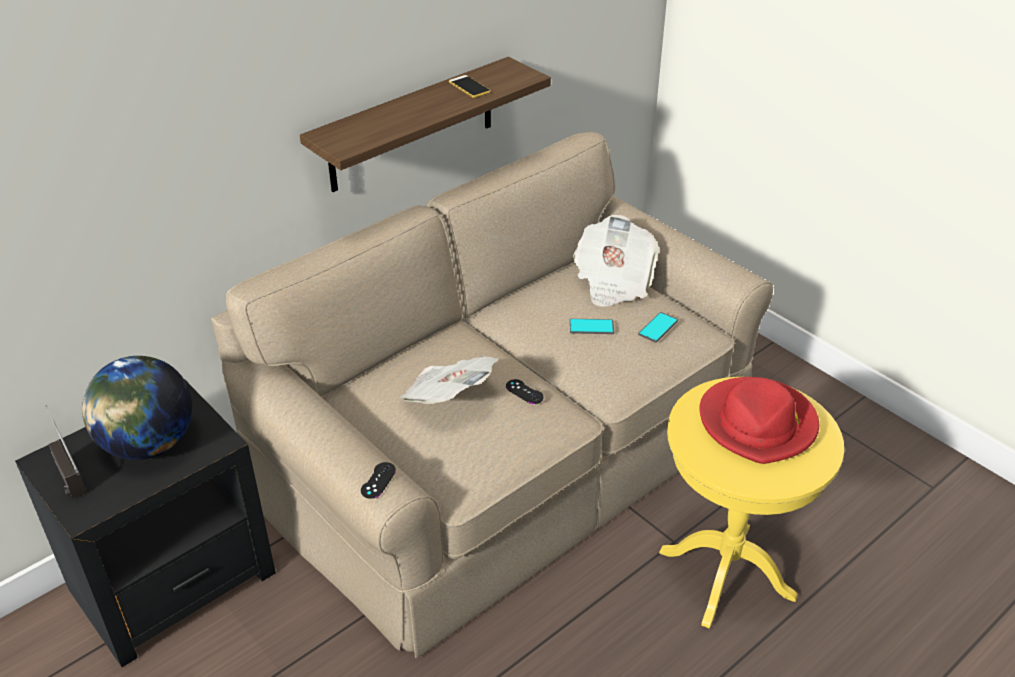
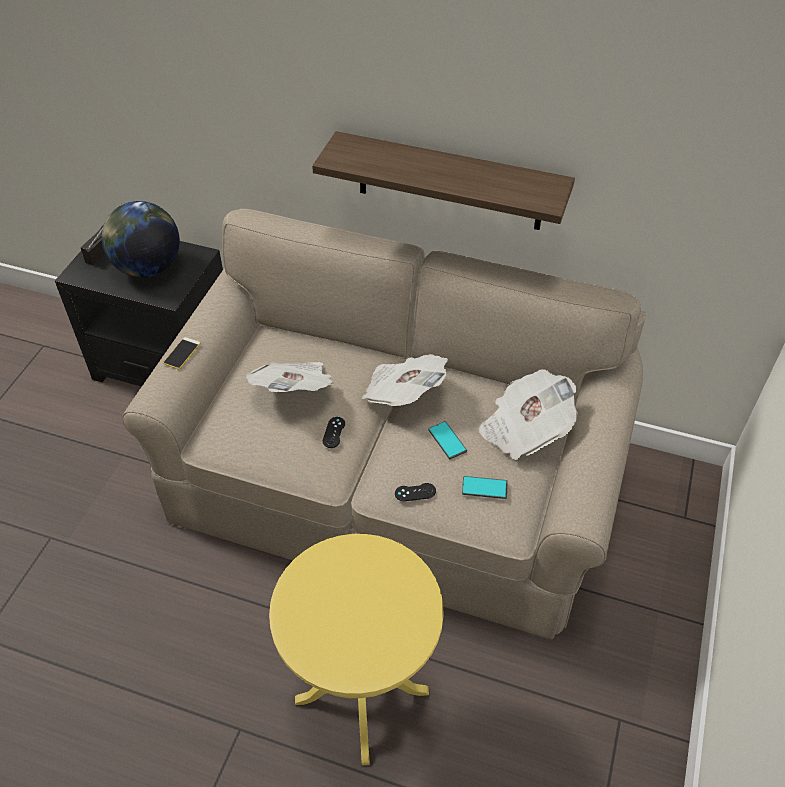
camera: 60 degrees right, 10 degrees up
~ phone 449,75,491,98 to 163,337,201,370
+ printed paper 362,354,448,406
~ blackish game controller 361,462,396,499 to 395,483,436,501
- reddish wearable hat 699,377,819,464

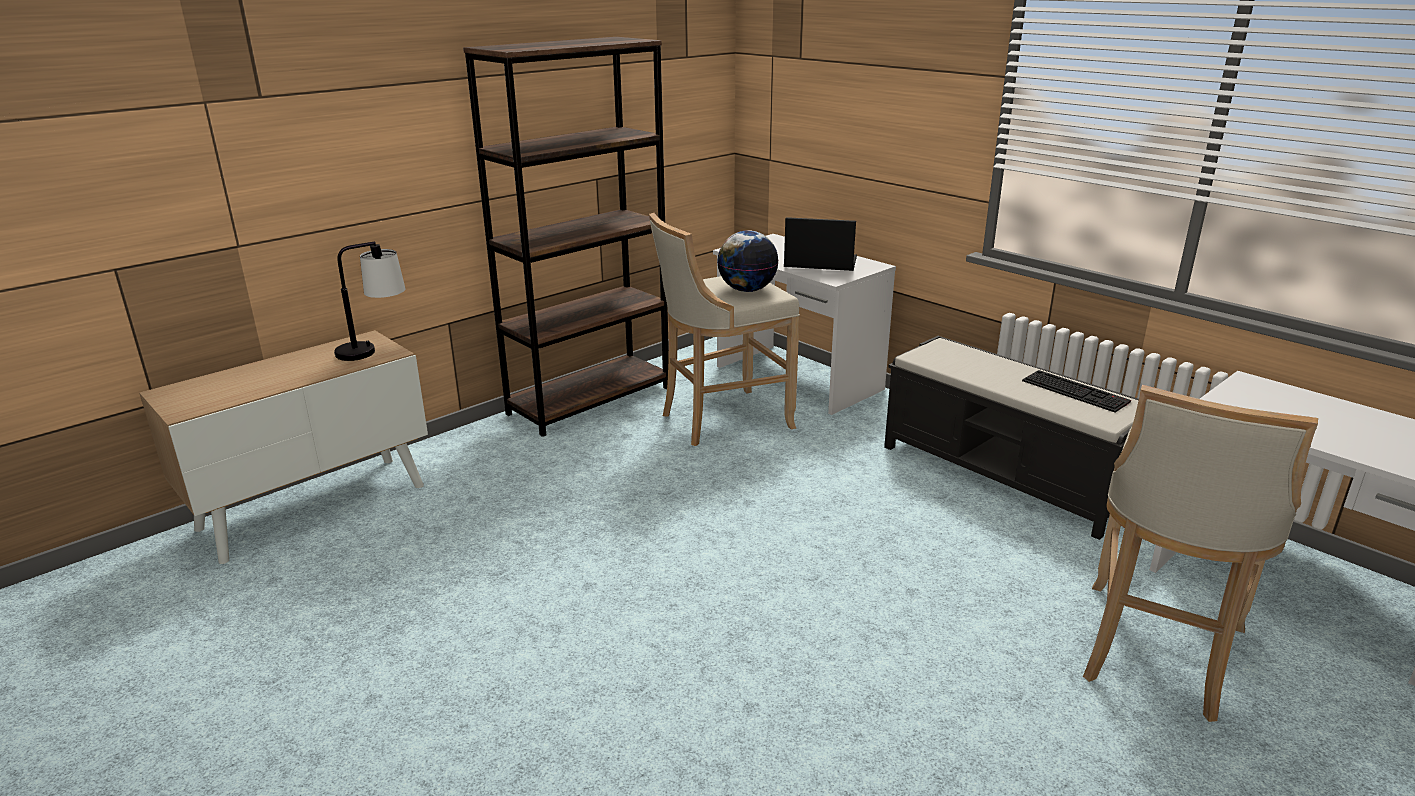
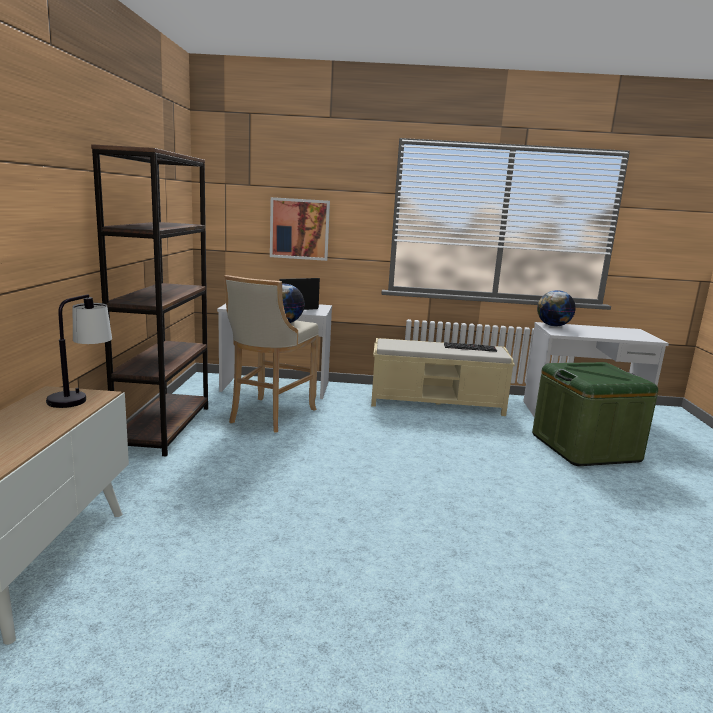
camera: 45 degrees left, 10 degrees down
+ wall art 270,197,330,261
~ blackish bench 884,336,1139,540 to beige-coloured bench 371,338,515,416
~ beige-coloured stool seat 1083,385,1318,722 to green-coloured storage container 532,362,658,466
+ desk globe 537,290,576,327

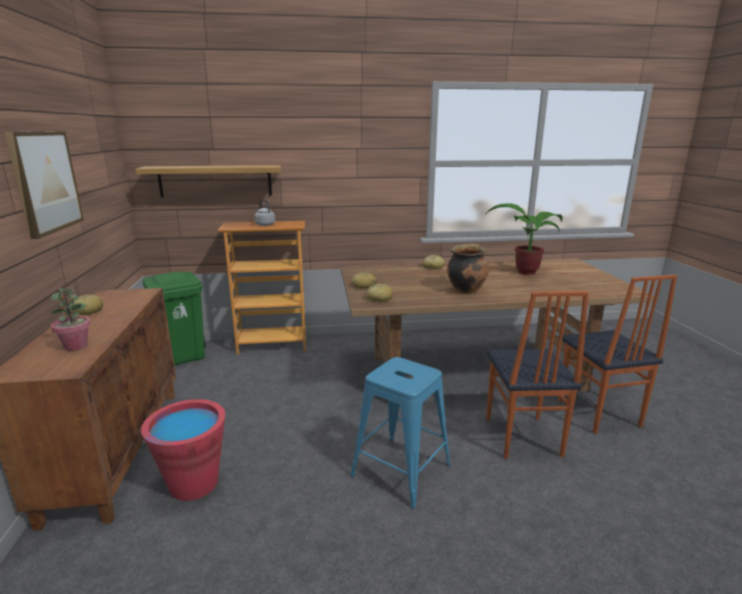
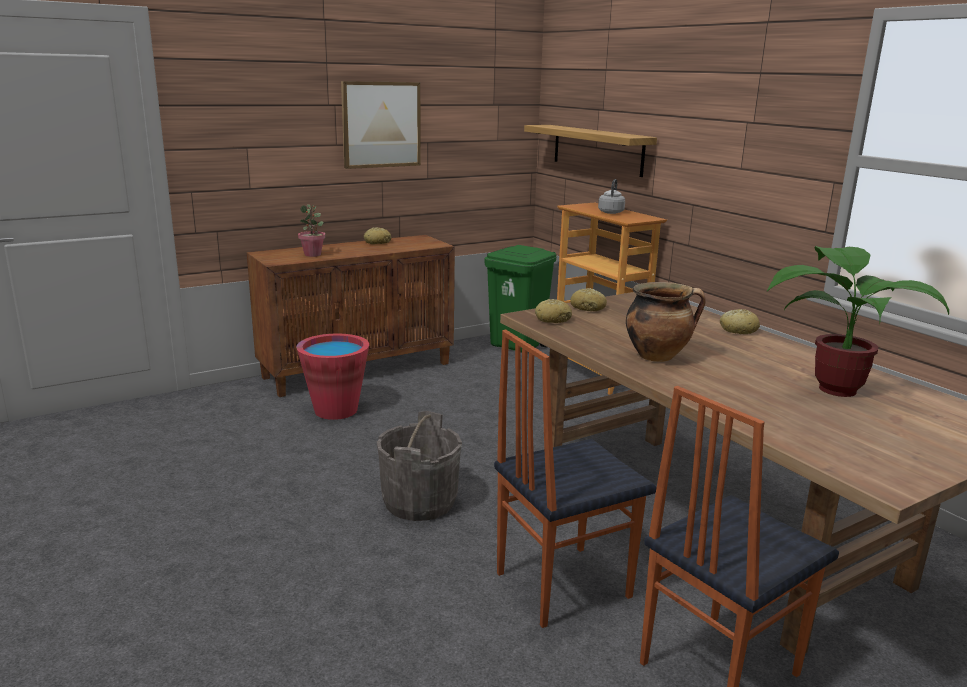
camera: 65 degrees right, 0 degrees up
~ blue-coloured stool seat 350,357,451,509 to grey water bucket 377,411,462,521

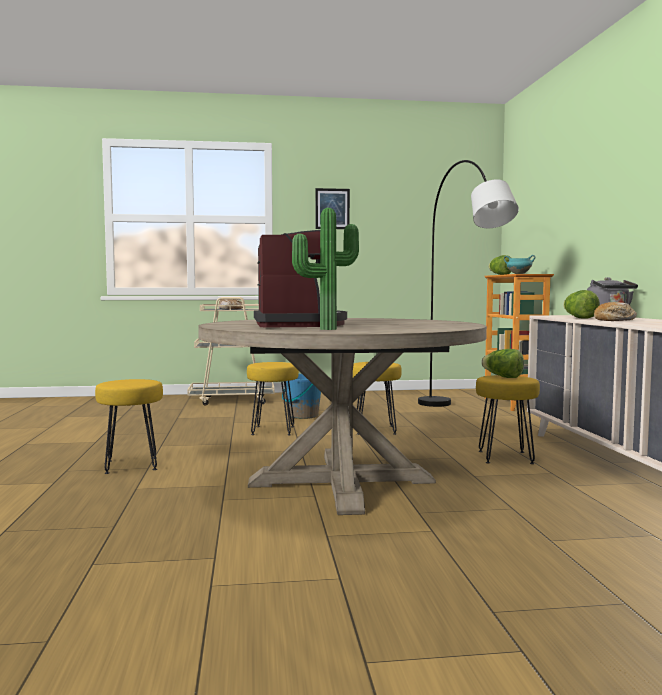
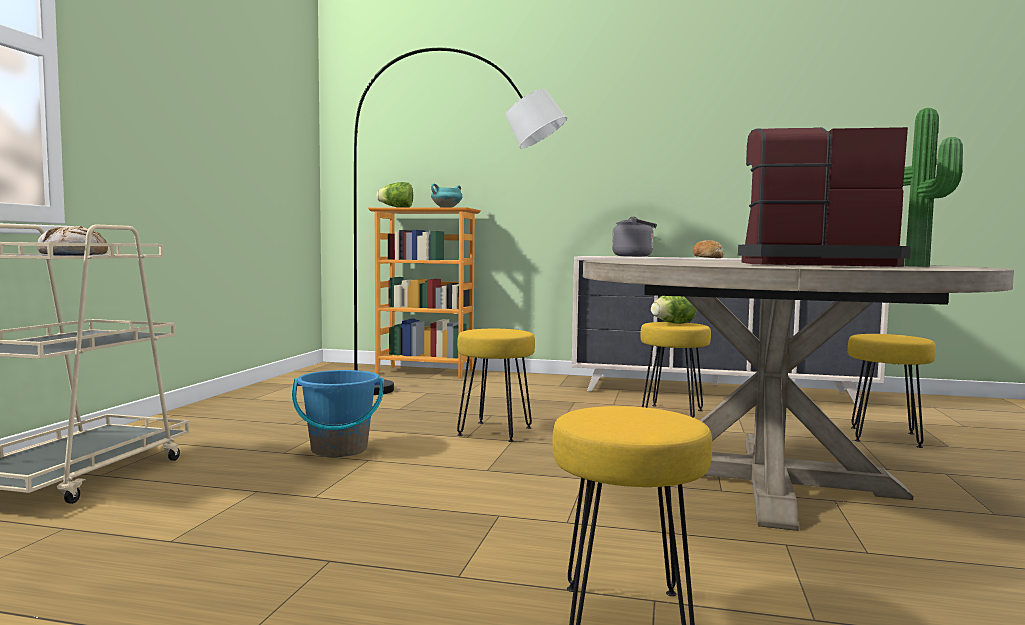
camera: 70 degrees left, 0 degrees up
~ yellowish stool seat 247,362,299,435 to 848,334,936,448
- wall art 315,188,350,229
- lettuce head 563,290,600,319

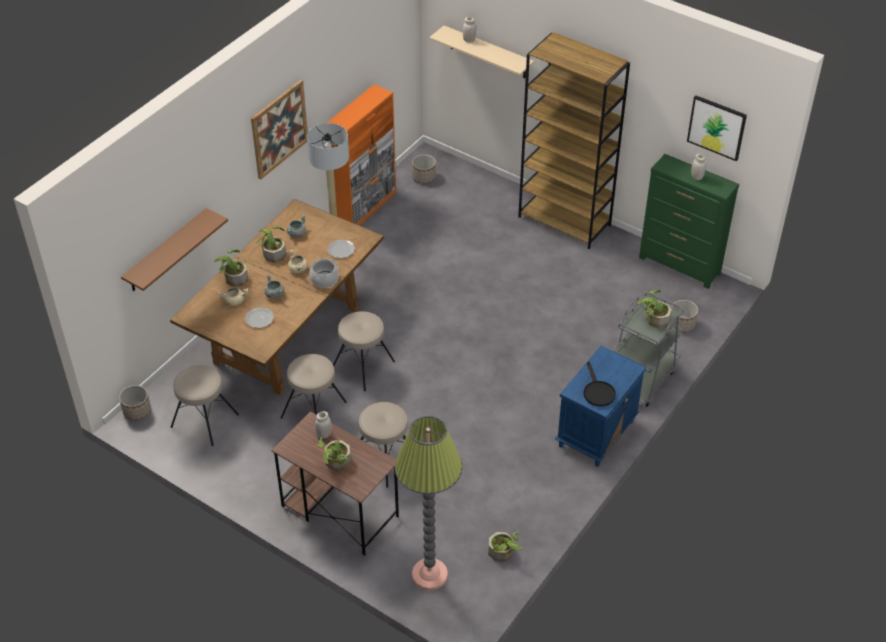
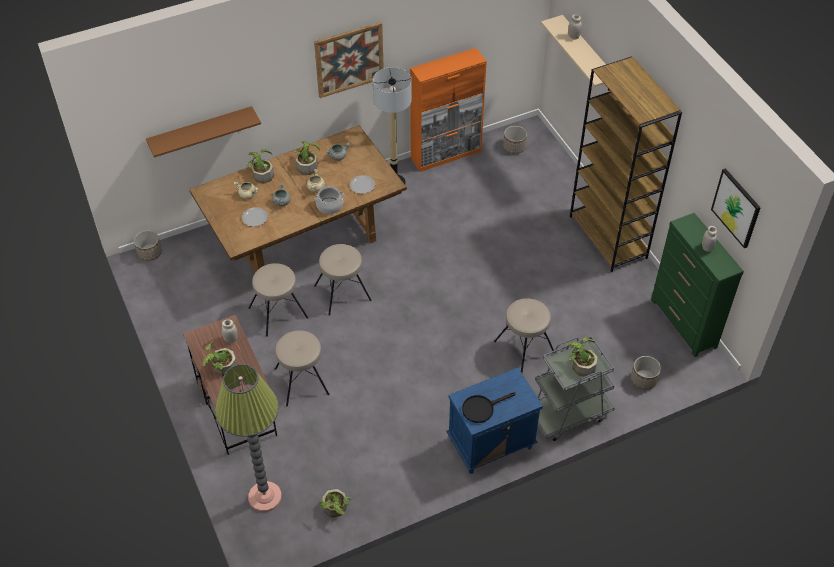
camera: 30 degrees right, 5 degrees up
~ blackish frying pan 584,361,616,406 = 462,392,516,423 45 degrees clockwise
~ beige-coloured stool seat 170,365,239,446 to 494,298,554,373

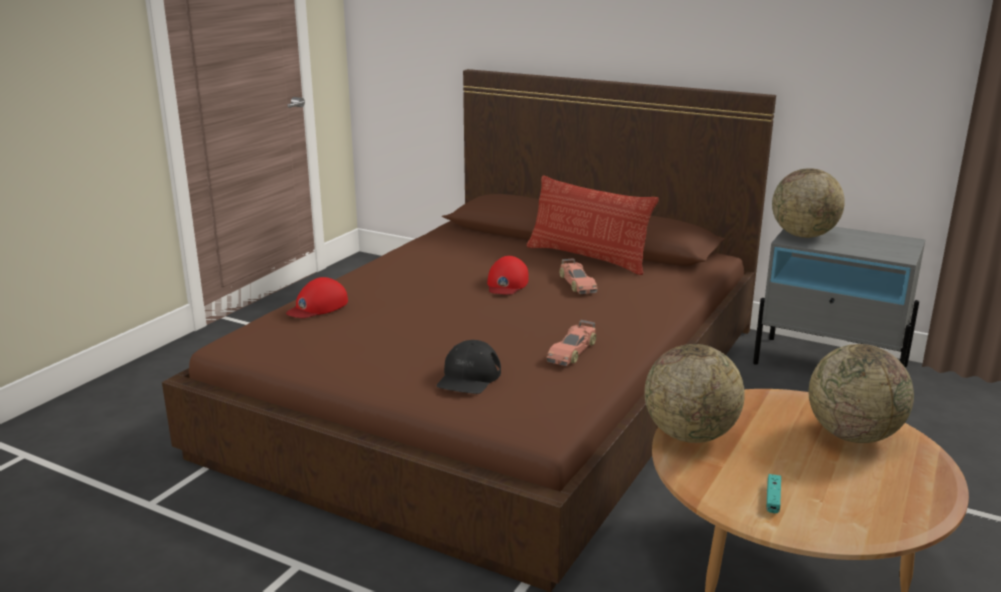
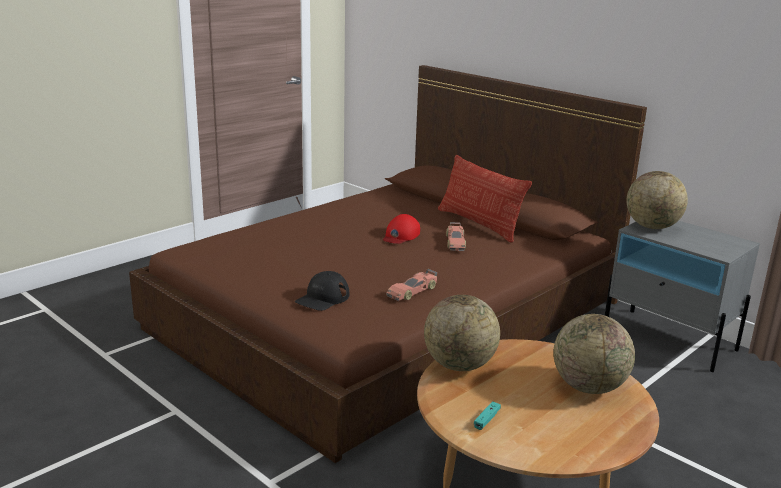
camera: 15 degrees right, 0 degrees up
- reddish cap 286,277,348,318

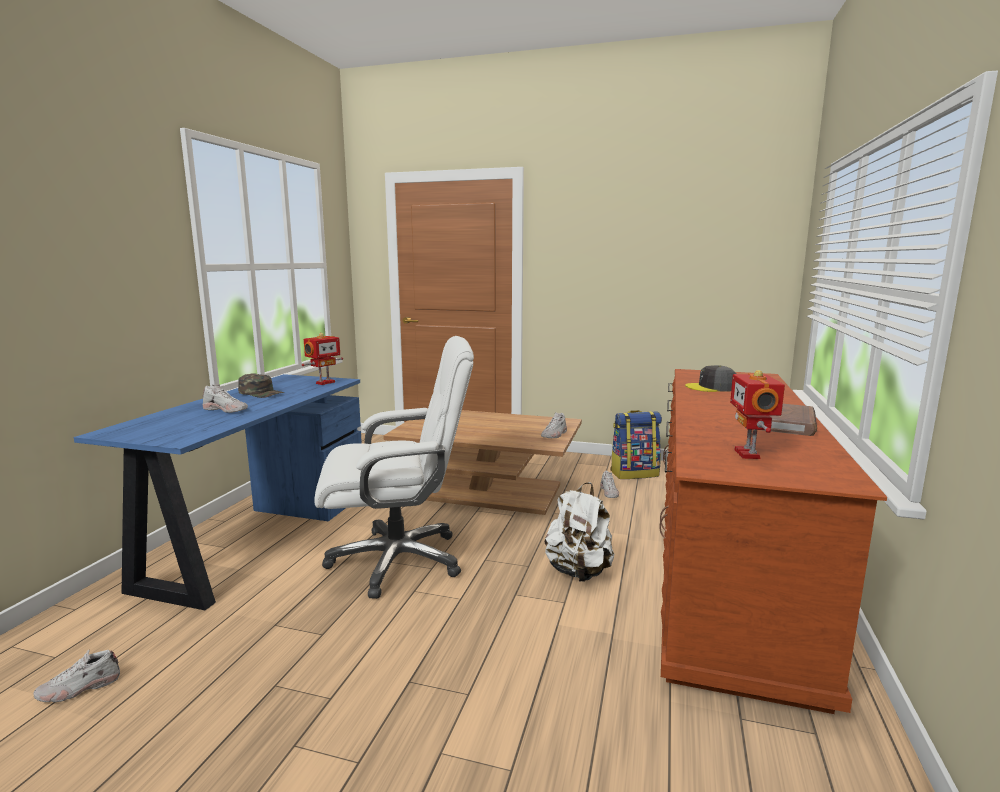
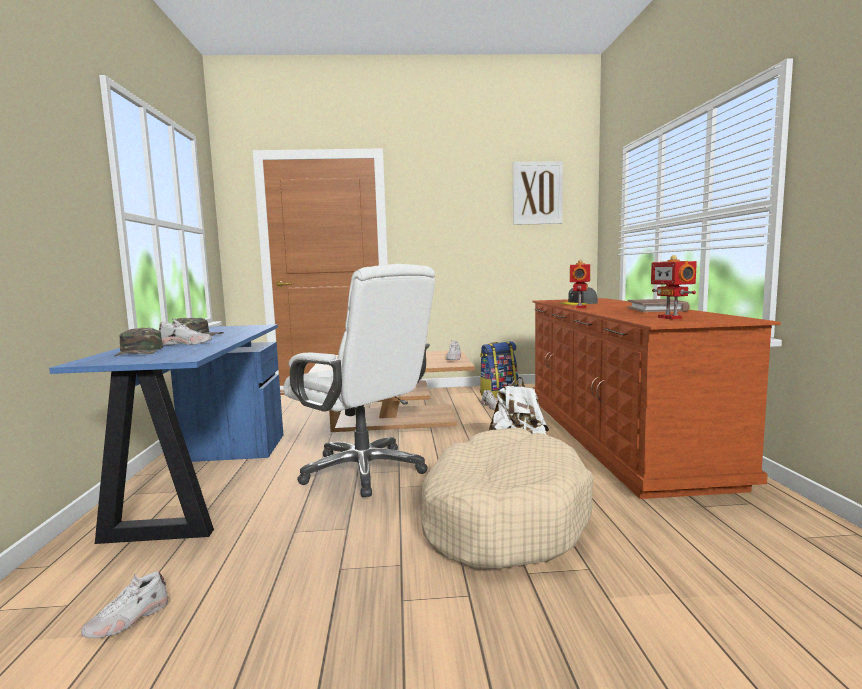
camera: 20 degrees left, 5 degrees down
+ green-coloured cap 114,328,163,356
~ white-coloured desk chair 314,336,474,599 = 284,264,435,497 75 degrees clockwise
+ beige-coloured dog bed 421,428,593,570
+ wall art 513,161,563,225
~ toy robot 301,333,343,385 to 570,260,591,308

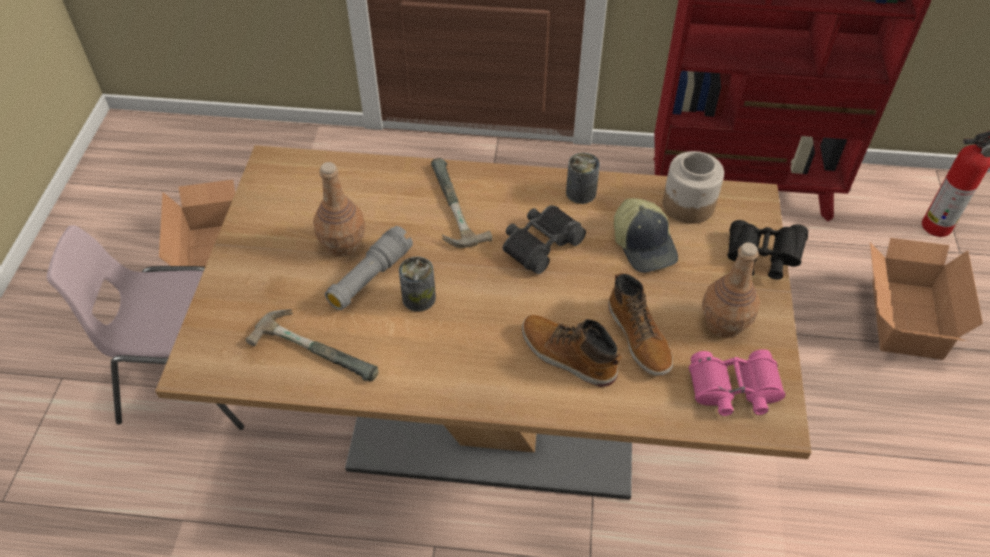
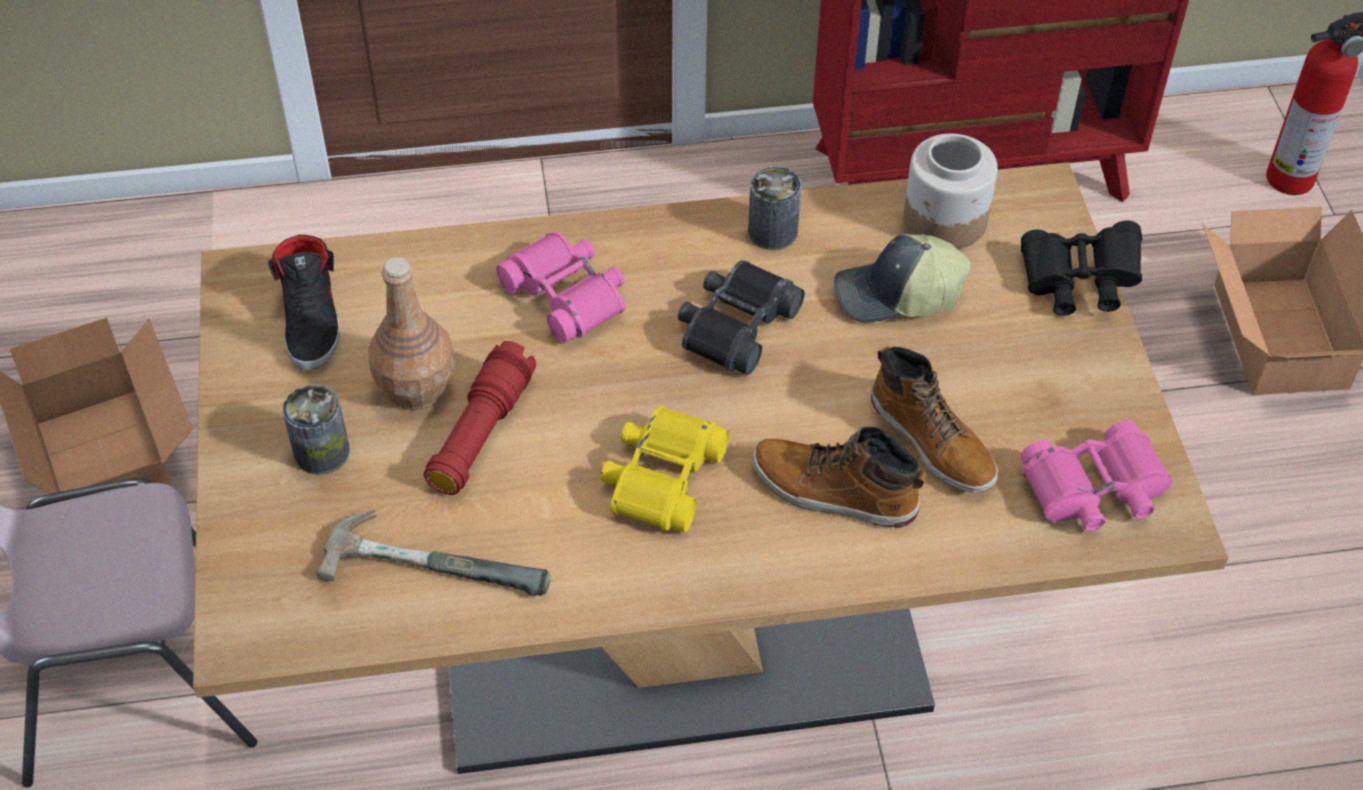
camera: 15 degrees left, 0 degrees up
+ blackish item of footwear 268,235,340,369
~ metal can 399,256,436,312 to 283,384,350,475
~ grey flashlight 325,226,413,310 to reddish flashlight 424,341,536,495
~ hand hammer 431,158,492,248 to pink field glasses 496,232,625,343
+ yellowish field glasses 600,406,729,532
~ cap 614,198,678,273 = 834,234,970,322 120 degrees clockwise
- brown-coloured bottle 702,242,760,338

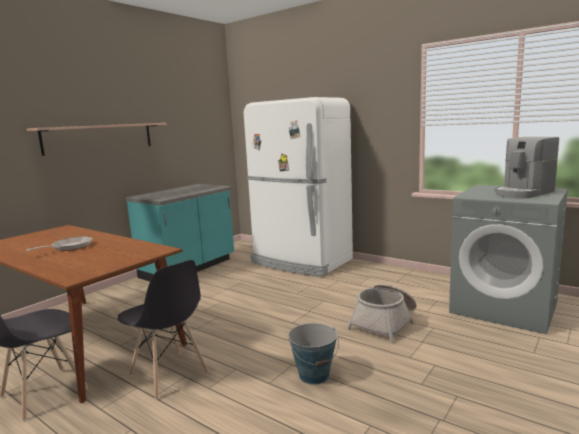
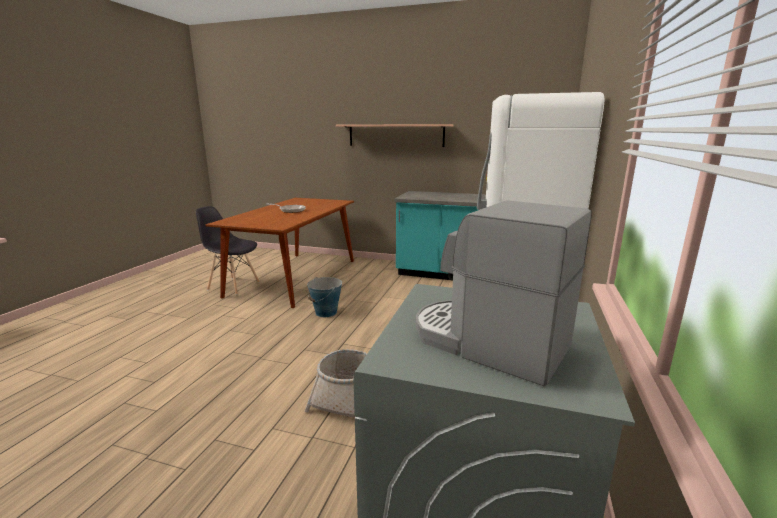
camera: 70 degrees right, 5 degrees up
~ water bucket 288,323,339,385 to 307,277,342,317
- grey plain chair 118,260,209,400

